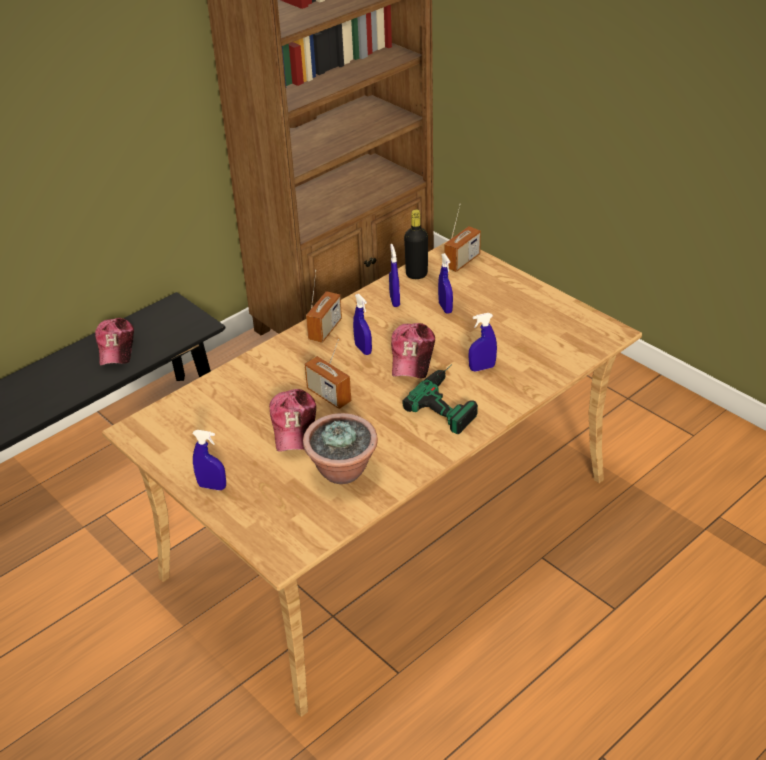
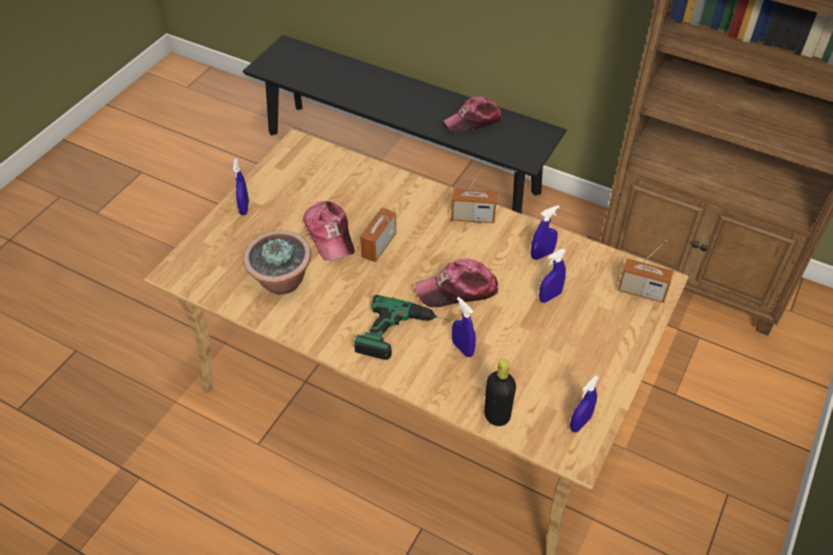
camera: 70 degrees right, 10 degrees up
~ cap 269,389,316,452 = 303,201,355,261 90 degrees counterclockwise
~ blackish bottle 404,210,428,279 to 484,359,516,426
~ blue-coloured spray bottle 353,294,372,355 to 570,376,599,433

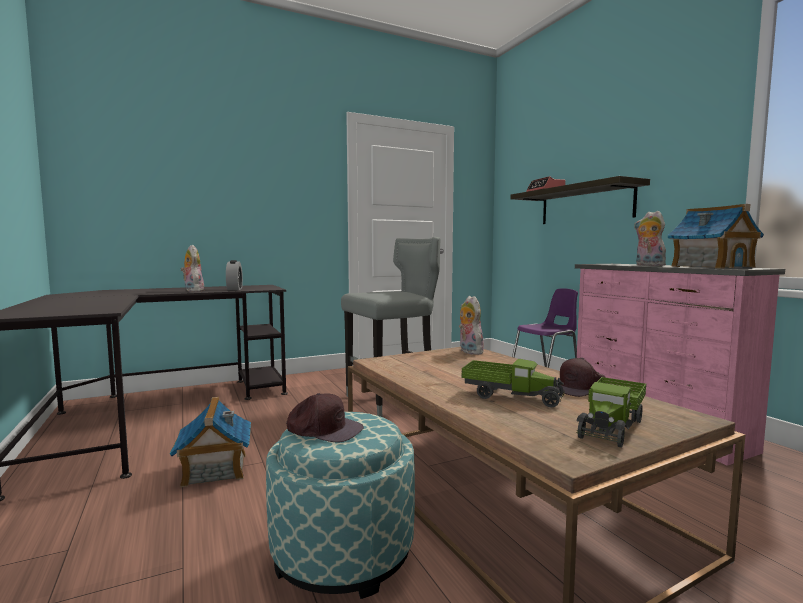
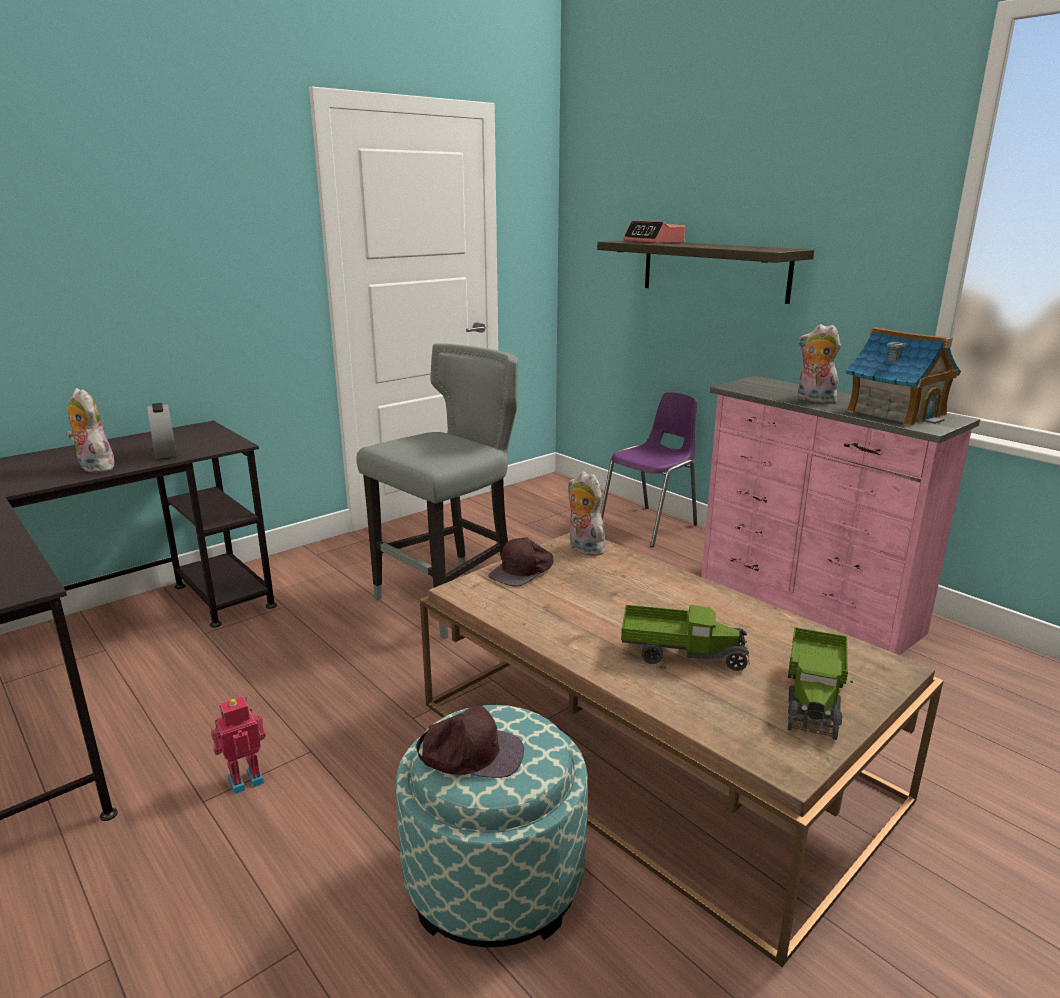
camera: 15 degrees left, 15 degrees up
~ toy house 169,397,251,488 to toy robot 211,696,266,794
~ brown-coloured cap 557,357,606,397 to 488,537,554,587

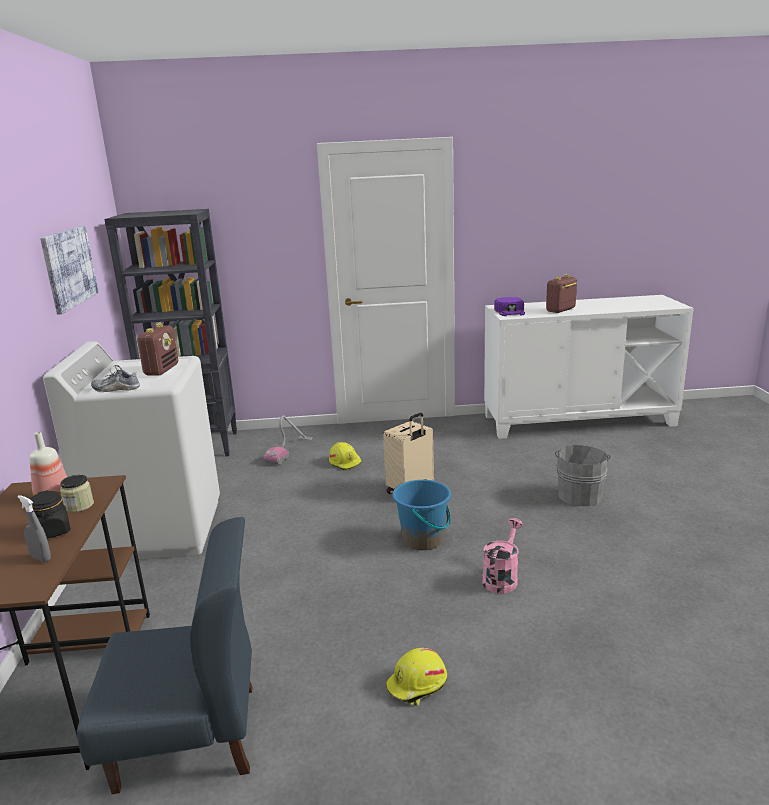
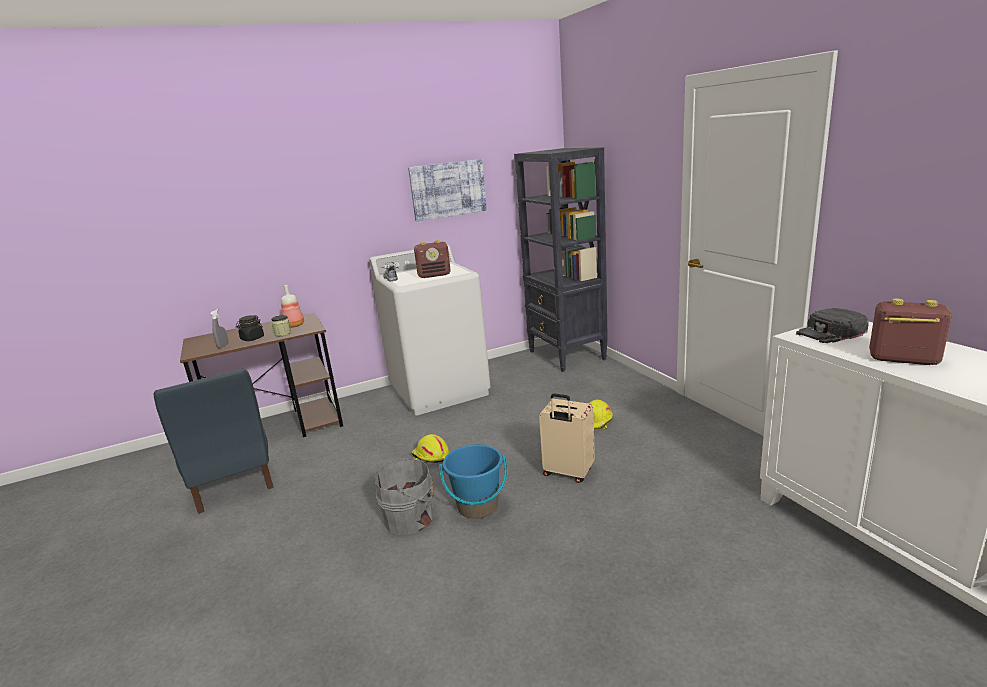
camera: 70 degrees right, 0 degrees up
~ grey water bucket 555,445,611,506 to 374,457,433,535
~ yellowish safety helmet 386,648,447,706 to 411,434,449,463
~ purplish cap 494,297,525,316 to blackish cap 796,308,869,343
- vacuum cleaner 264,415,313,464
- pink watering pot 482,518,523,594

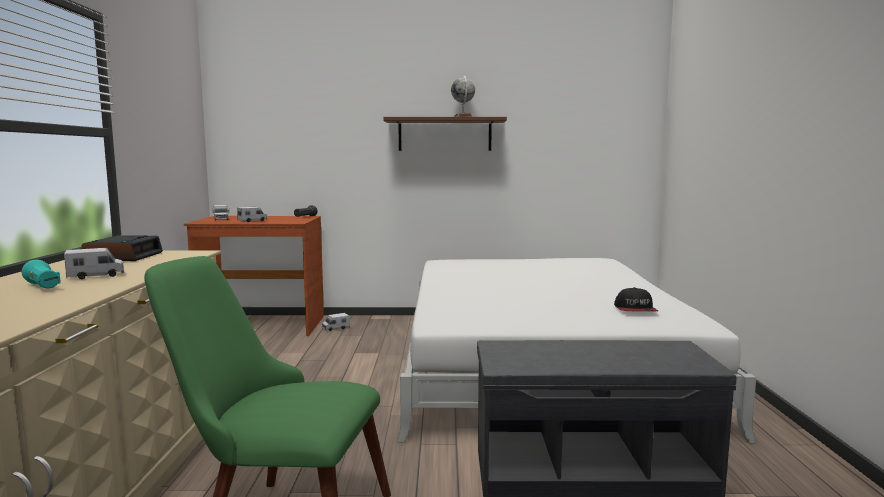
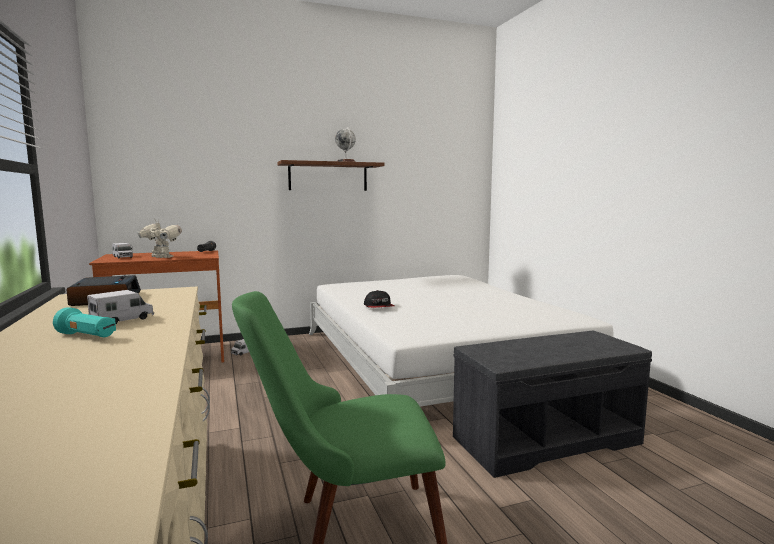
camera: 20 degrees left, 0 degrees up
~ model truck 237,207,267,222 to toy robot 137,220,182,258
~ cap 614,287,658,312 to 364,290,394,308

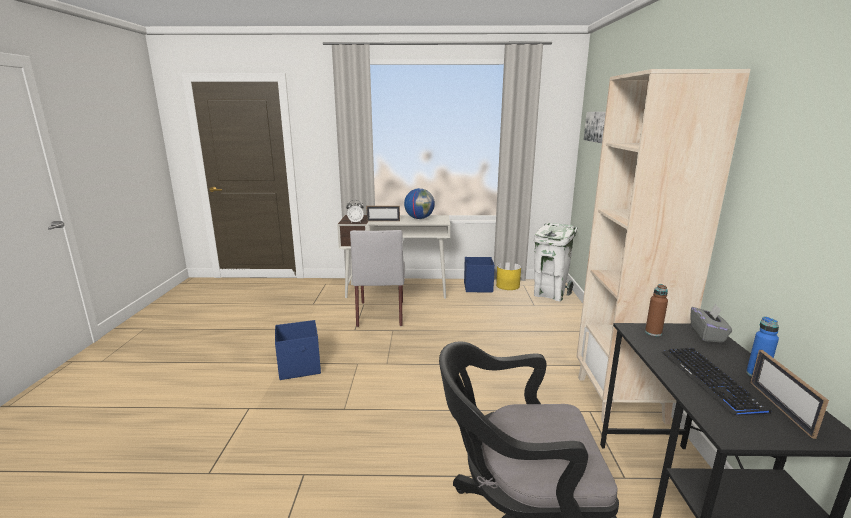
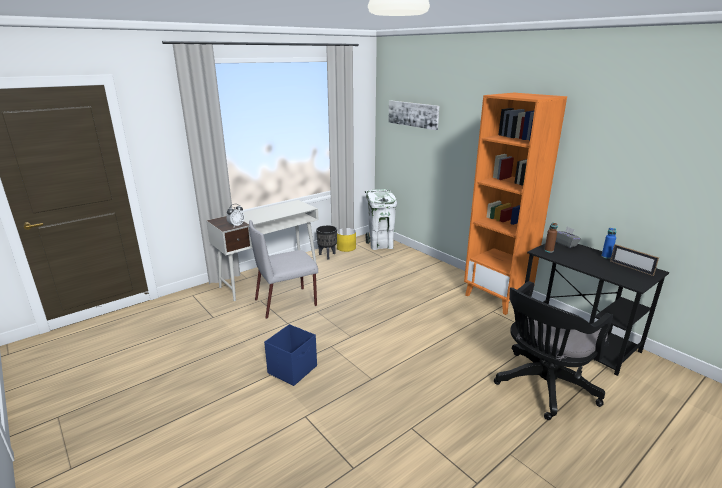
camera: 40 degrees left, 5 degrees up
~ grey plain chair 350,230,405,327 = 249,220,318,319 105 degrees clockwise
~ blue-coloured storage container 464,257,495,292 to blackish flower pot 316,225,337,260
~ beige-coloured bookcase 576,69,751,424 to orangey bookcase 464,93,567,315
- standing frame 366,206,400,221
- desk globe 404,188,435,219
- PC keyboard 661,348,771,415

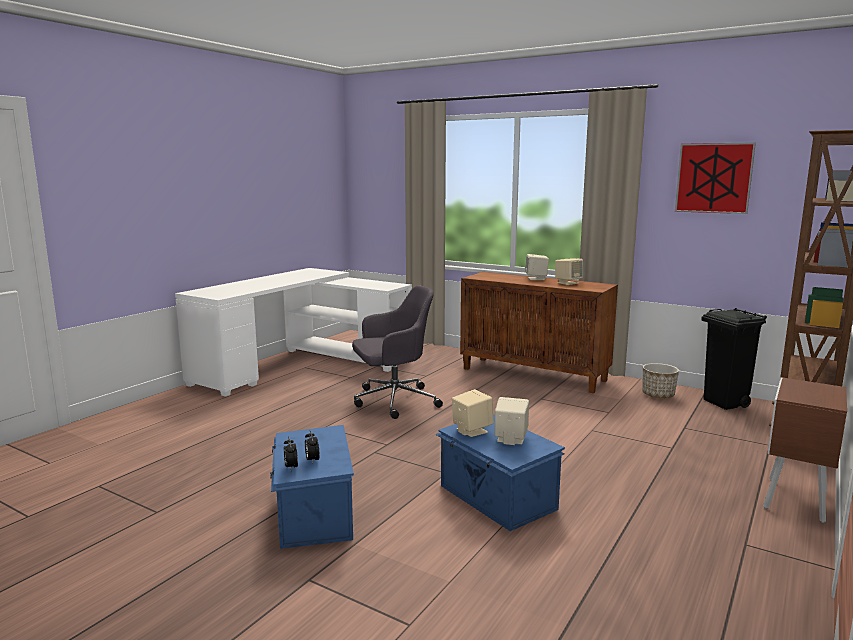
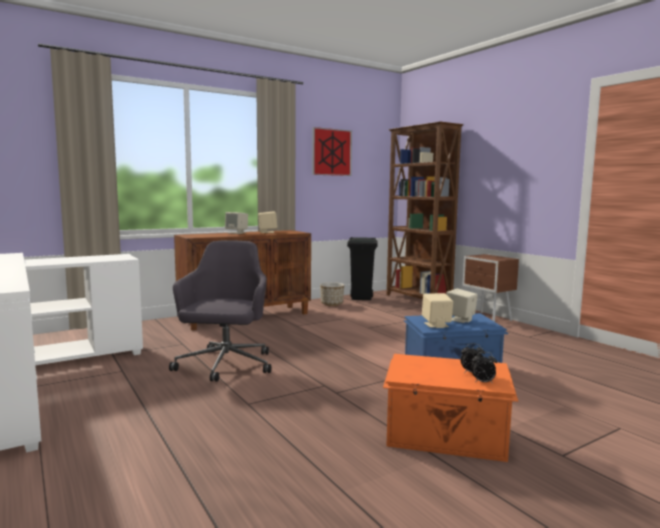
camera: 65 degrees left, 5 degrees down
~ blue-coloured storage container 270,425,354,549 to orangey storage container 383,354,518,462

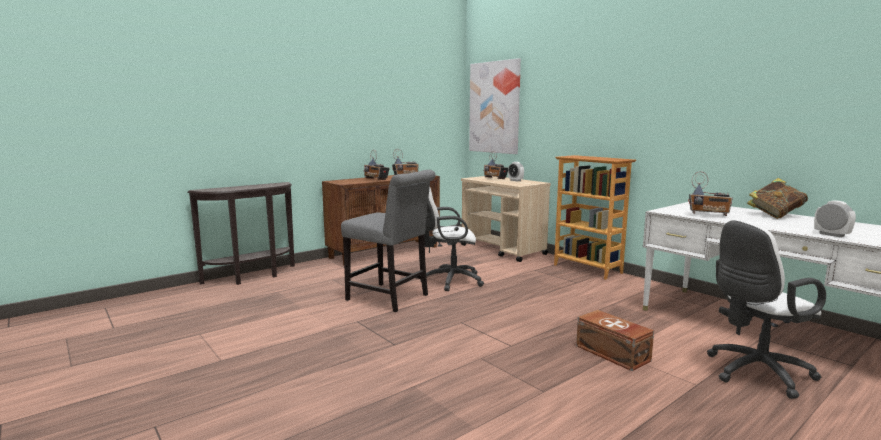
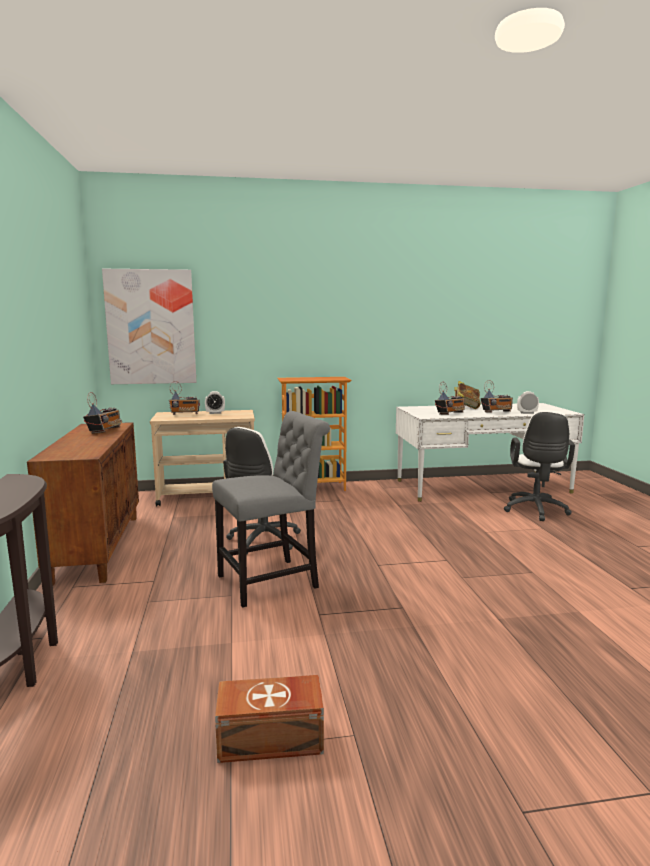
camera: 60 degrees left, 0 degrees up
~ brown-coloured storage container 576,310,654,371 to 215,675,324,763
~ radio set 364,150,390,180 to 481,380,513,413

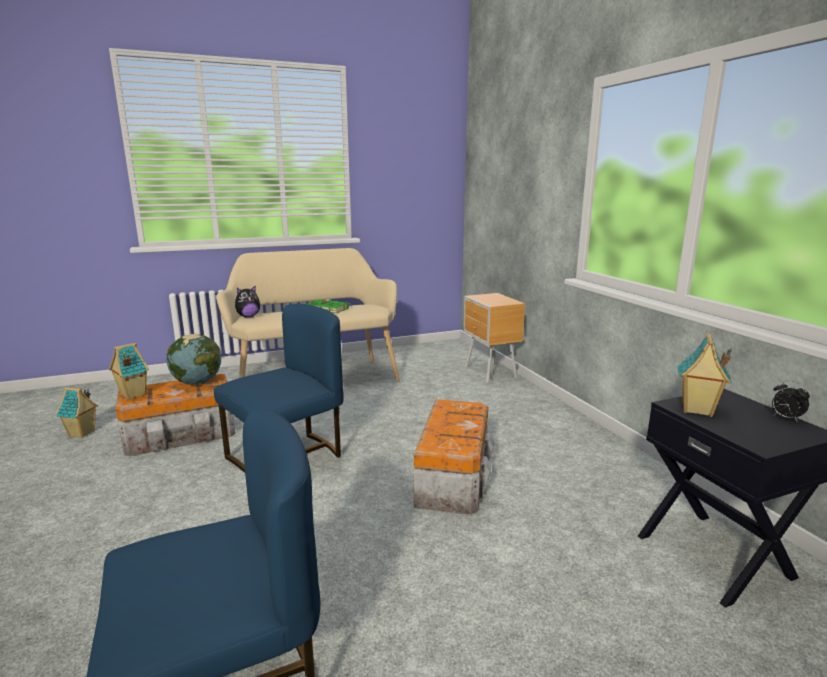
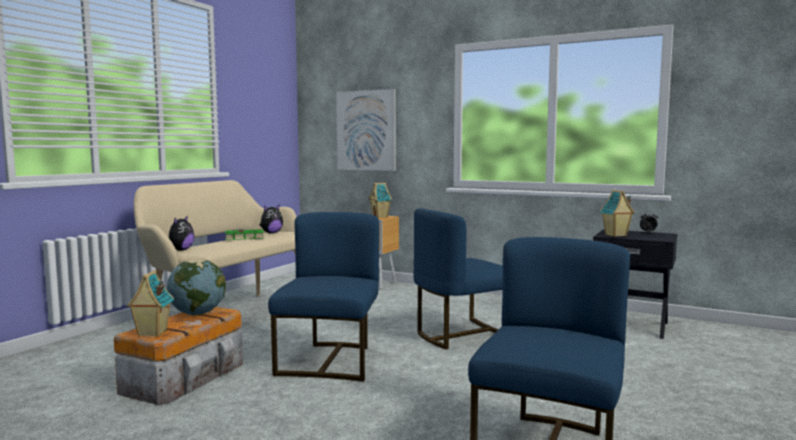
camera: 40 degrees left, 10 degrees down
+ soft toy 260,205,283,234
+ wall art 336,89,396,171
~ toy house 56,387,98,438 to 369,183,392,218
~ storage container 414,399,494,515 to blue-coloured plain chair 413,208,503,349

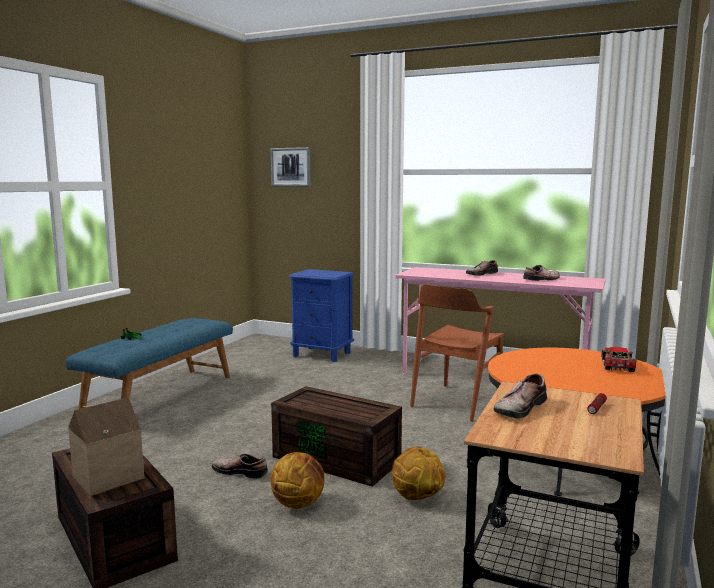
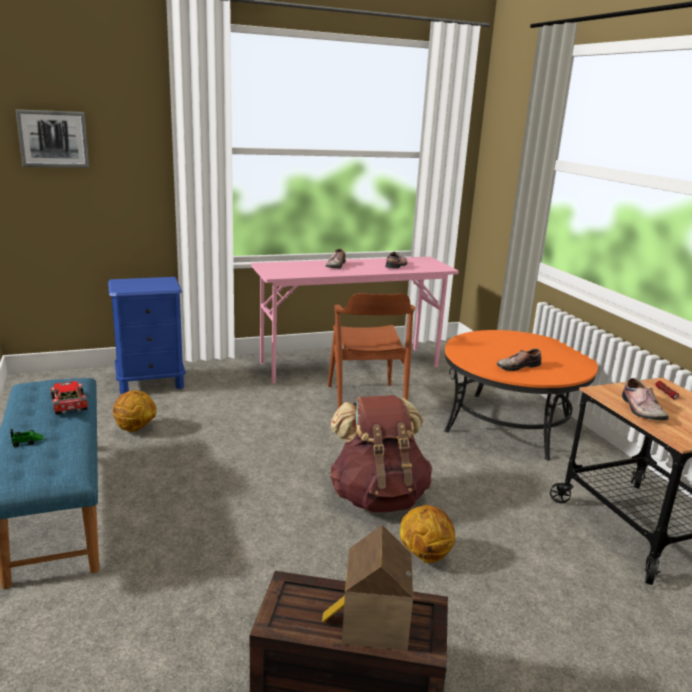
camera: 45 degrees left, 10 degrees up
~ model car 601,347,637,372 to 50,381,88,414
~ basketball 392,447,445,500 to 113,390,156,432
~ brown-coloured storage container 271,386,402,487 to brown-coloured knapsack 329,395,432,512
~ item of footwear 212,454,268,479 to 497,348,542,371

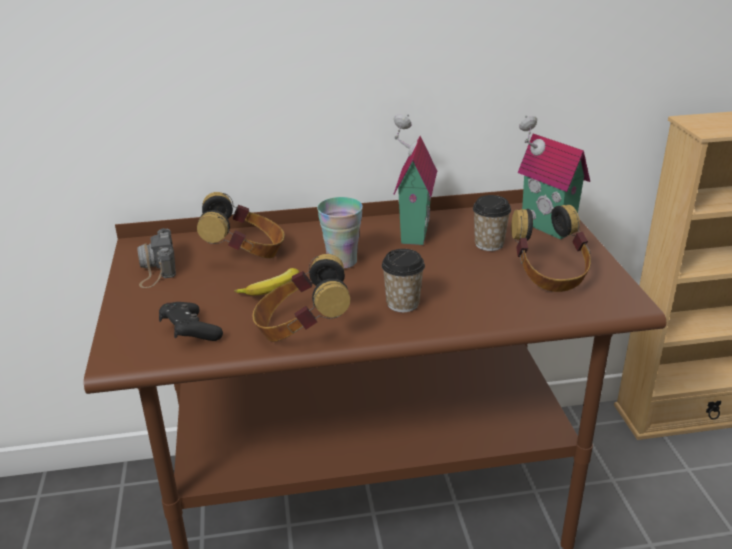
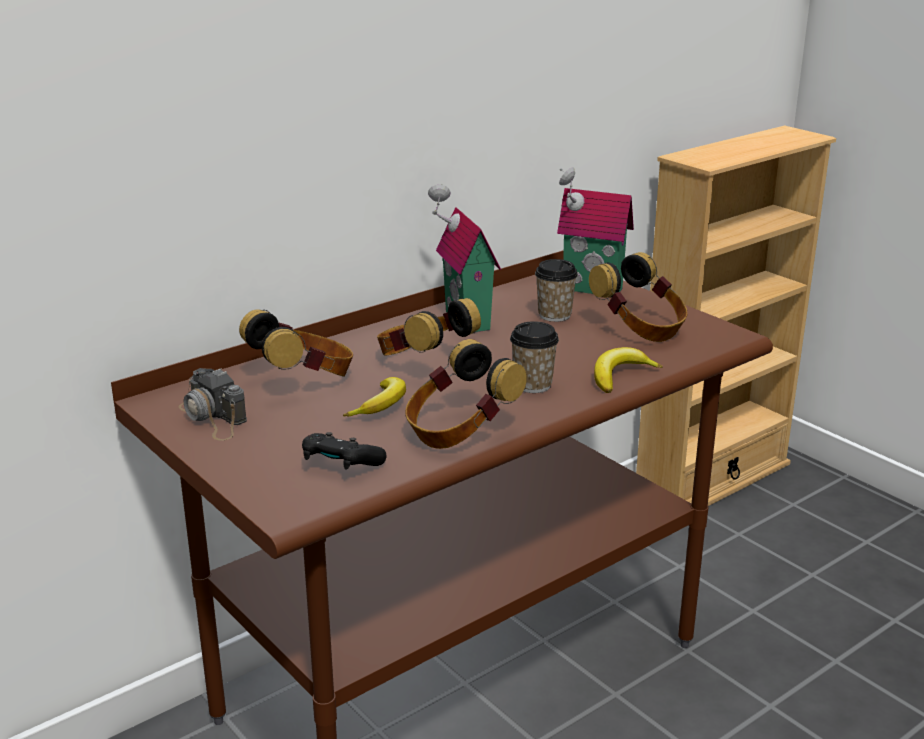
camera: 30 degrees left, 5 degrees down
~ small cup 317,197,363,269 to pair of headphones 377,298,481,356
+ banana fruit 594,347,663,393

